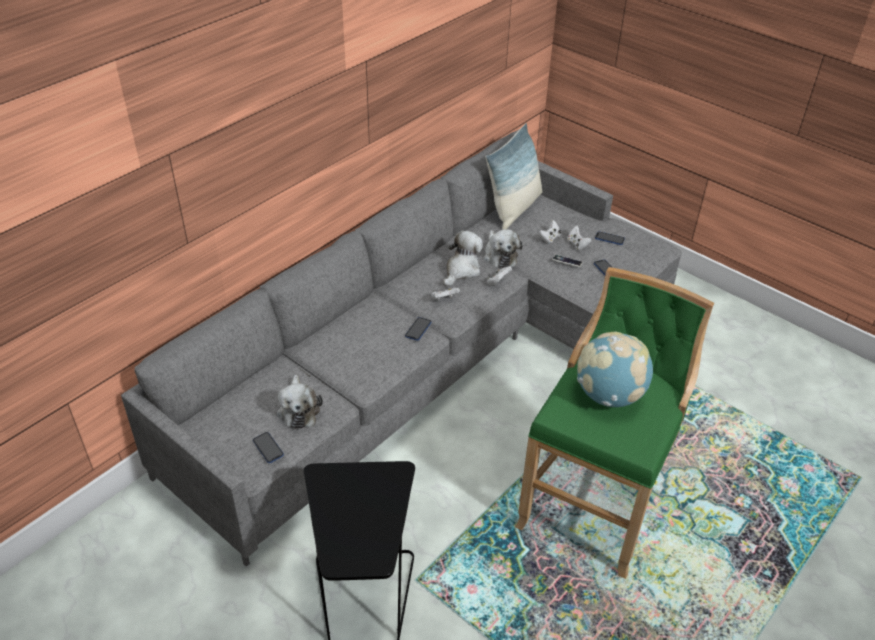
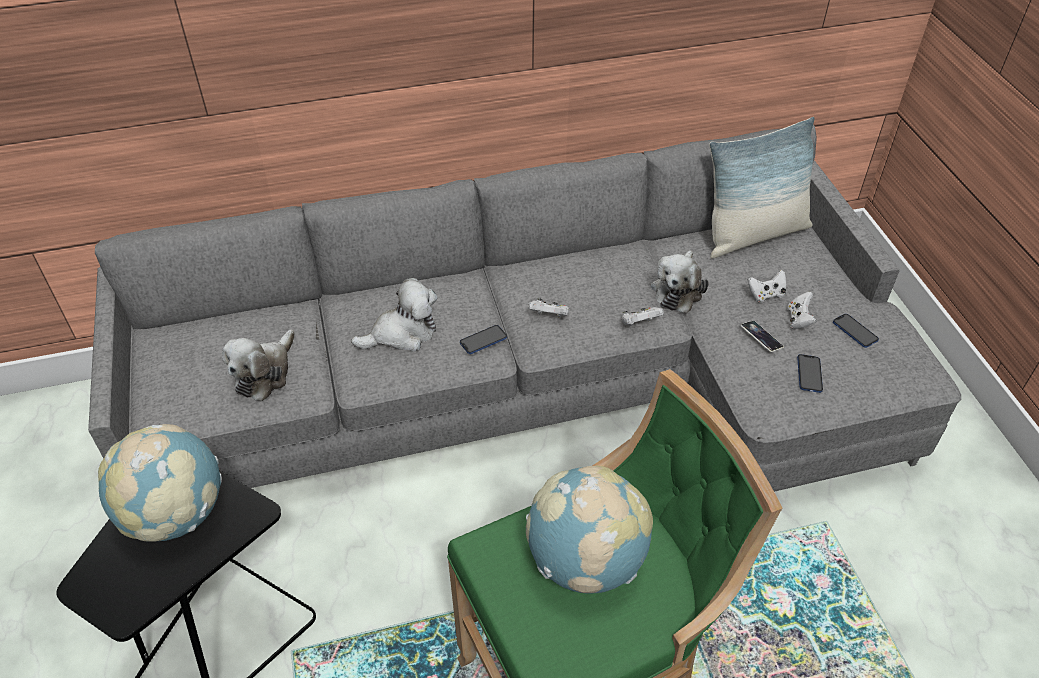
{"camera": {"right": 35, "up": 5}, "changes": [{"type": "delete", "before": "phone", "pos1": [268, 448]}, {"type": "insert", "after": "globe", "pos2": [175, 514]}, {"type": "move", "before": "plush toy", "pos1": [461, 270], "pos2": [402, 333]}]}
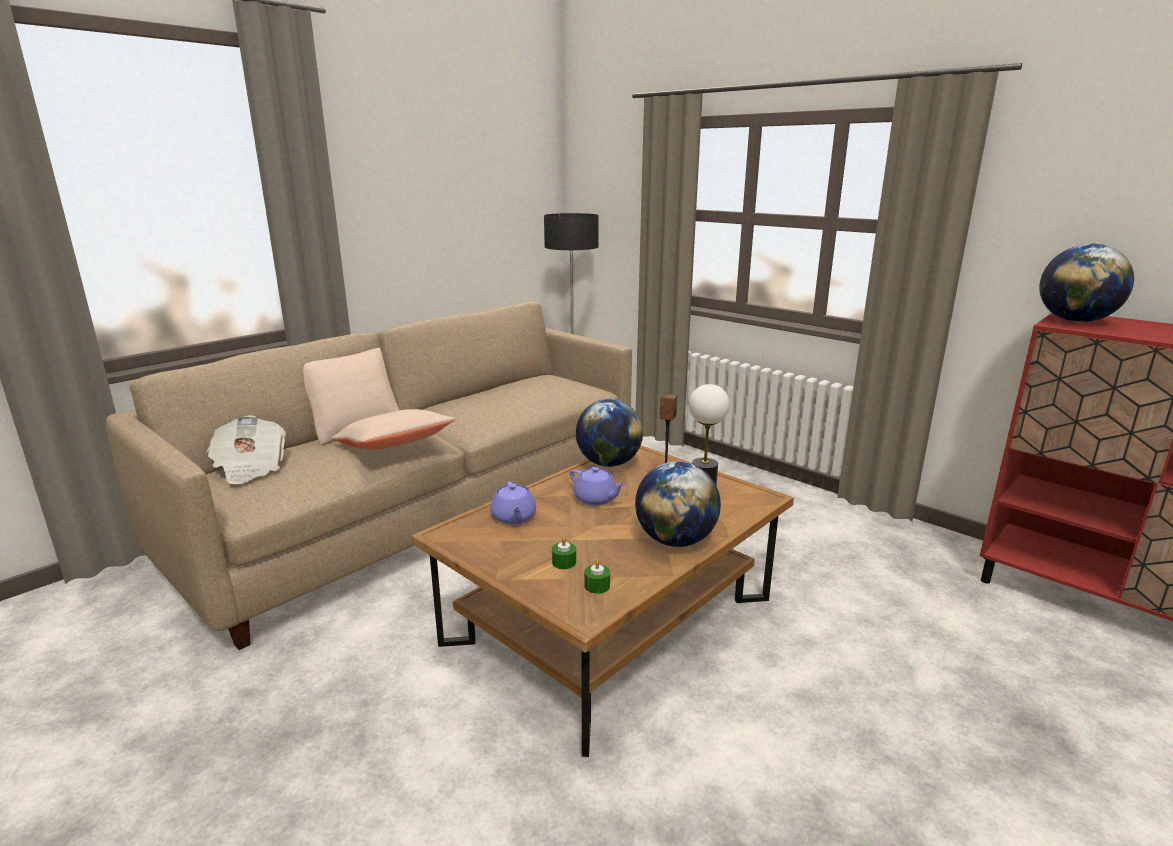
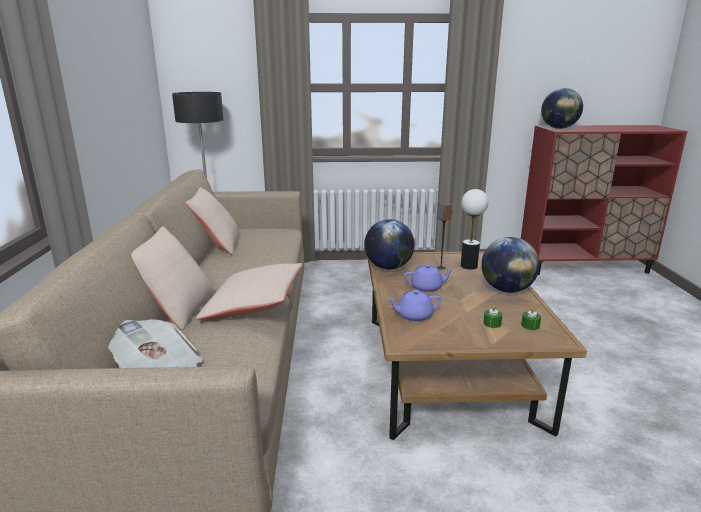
{"camera": {"right": -45, "up": 0}, "changes": [{"type": "insert", "after": "beige pillow", "pos2": [217, 244]}, {"type": "rotate", "before": "purple teapot", "pos1": [513, 517], "pos2": [413, 315], "turn": 135}]}
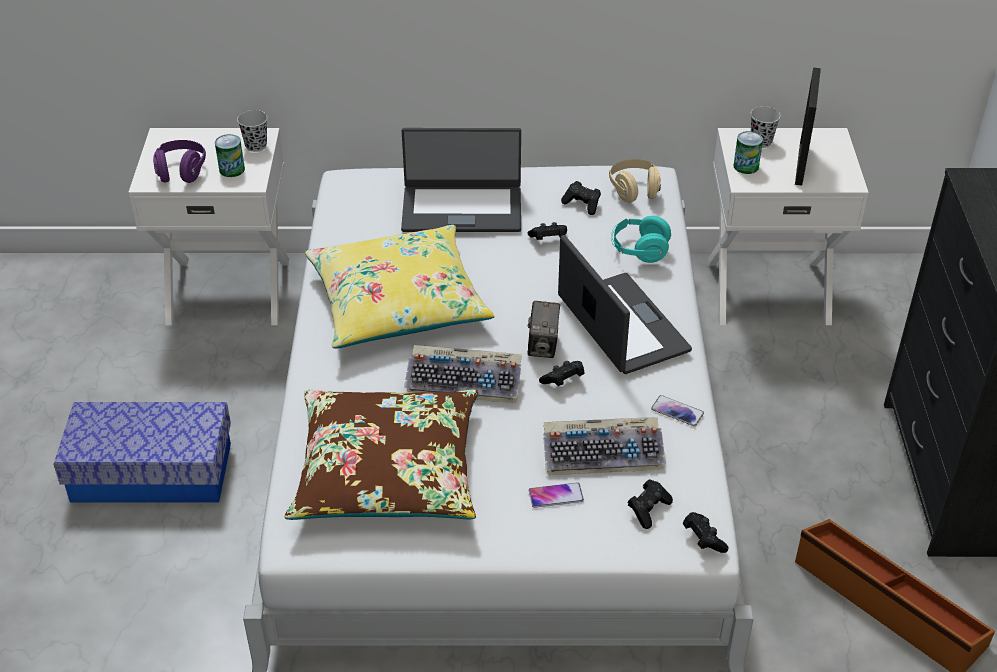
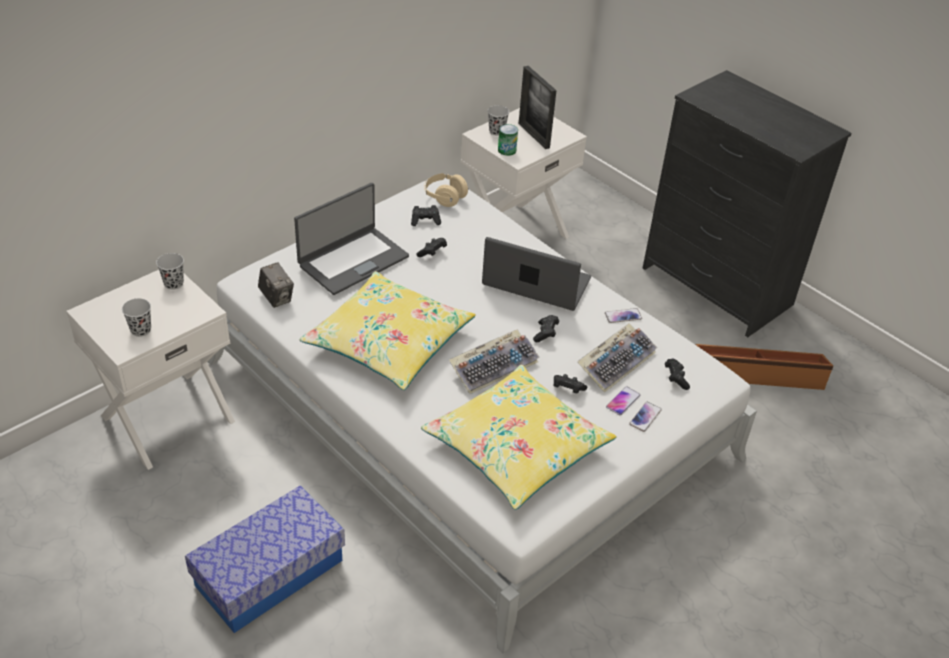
{"camera": {"right": -45, "up": 0}, "changes": [{"type": "delete", "before": "can", "pos1": [232, 169]}, {"type": "delete", "before": "turquoise headphones", "pos1": [639, 251]}, {"type": "insert", "after": "phone", "pos2": [645, 417]}, {"type": "move", "before": "photo camera", "pos1": [543, 346], "pos2": [276, 298]}, {"type": "move", "before": "black game controller", "pos1": [703, 539], "pos2": [567, 389]}, {"type": "replace", "before": "purple headphones", "after": "black cup", "pos1": [181, 172], "pos2": [141, 330]}, {"type": "recolor", "before": "brown pillow", "after": "yellow pillow", "pos1": [387, 471], "pos2": [516, 447]}]}
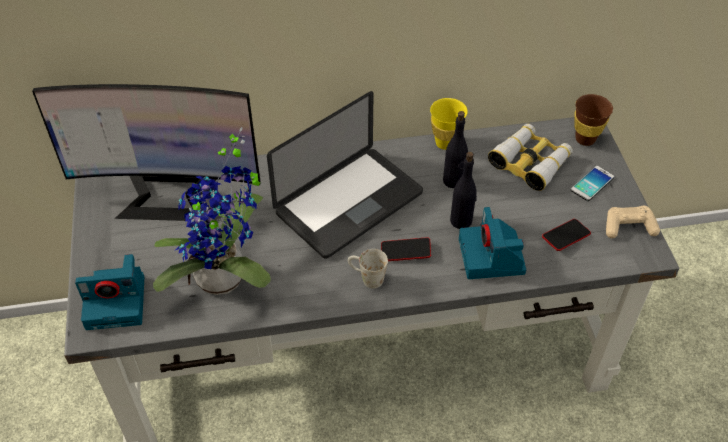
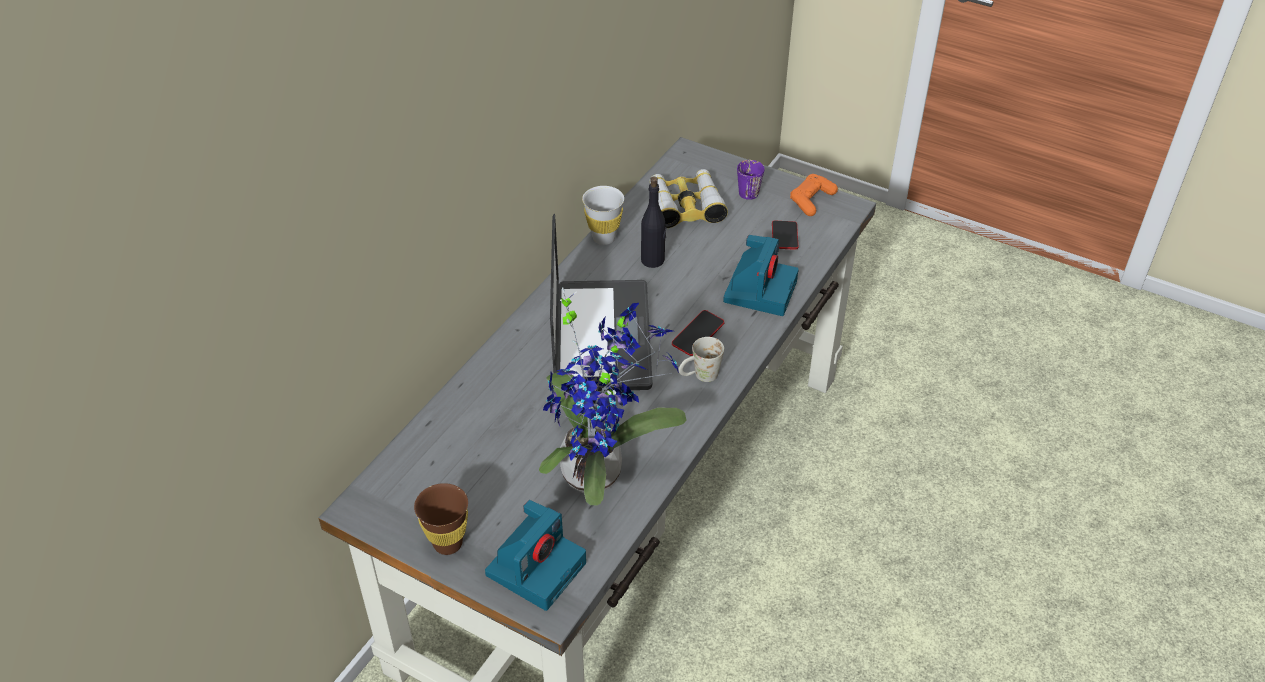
{"camera": {"right": -50, "up": -5}, "changes": [{"type": "delete", "before": "monitor", "pos1": [168, 196]}, {"type": "delete", "before": "black bottle", "pos1": [461, 221]}, {"type": "move", "before": "brown cup", "pos1": [585, 139], "pos2": [448, 543]}, {"type": "replace", "before": "phone", "after": "purple mug", "pos1": [592, 184], "pos2": [747, 189]}, {"type": "recolor", "before": "yellow cup", "after": "white cup", "pos1": [445, 143], "pos2": [604, 238]}, {"type": "recolor", "before": "beige game controller", "after": "orange game controller", "pos1": [628, 227], "pos2": [811, 200]}, {"type": "rotate", "before": "photo camera", "pos1": [492, 257], "pos2": [760, 290], "turn": -105}]}
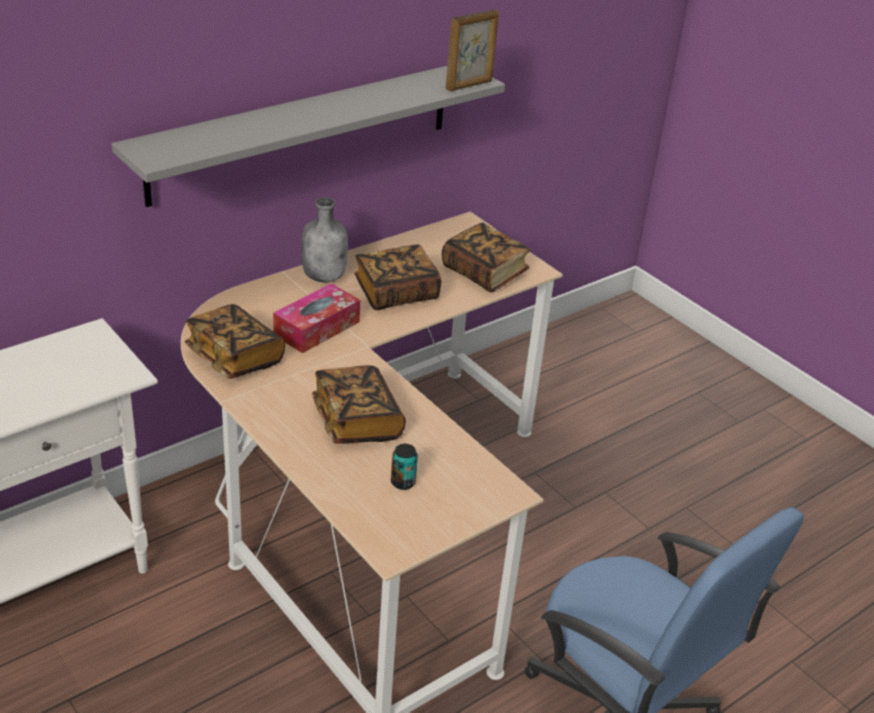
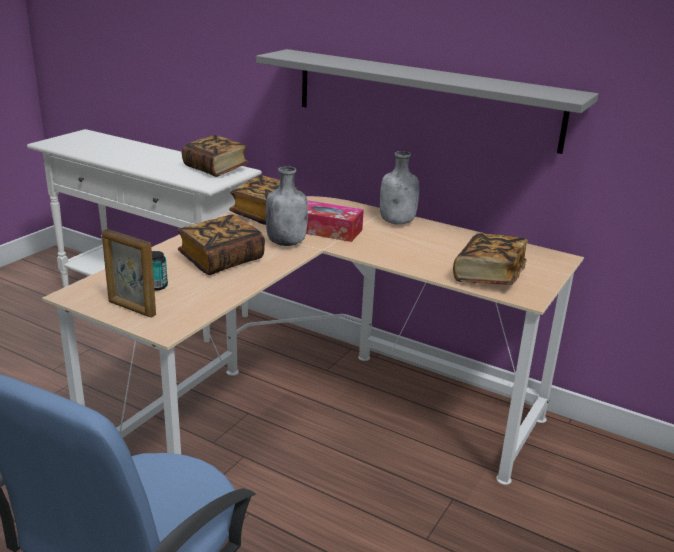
{"camera": {"right": 70, "up": -10}, "changes": [{"type": "insert", "after": "grey bottle", "pos2": [286, 242]}, {"type": "move", "before": "book", "pos1": [396, 293], "pos2": [215, 169]}, {"type": "move", "before": "picture frame", "pos1": [469, 85], "pos2": [131, 309]}]}
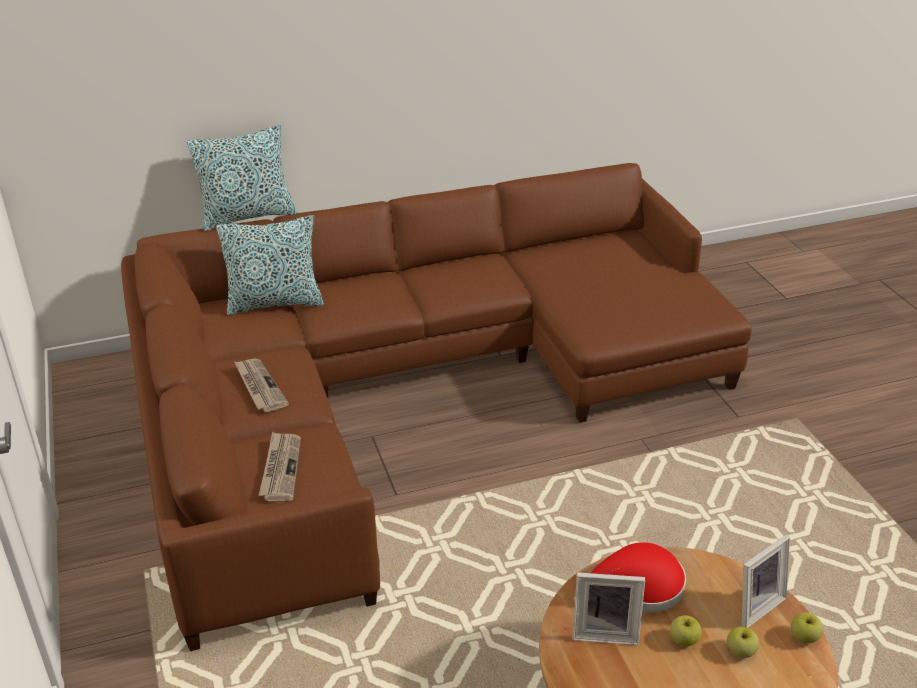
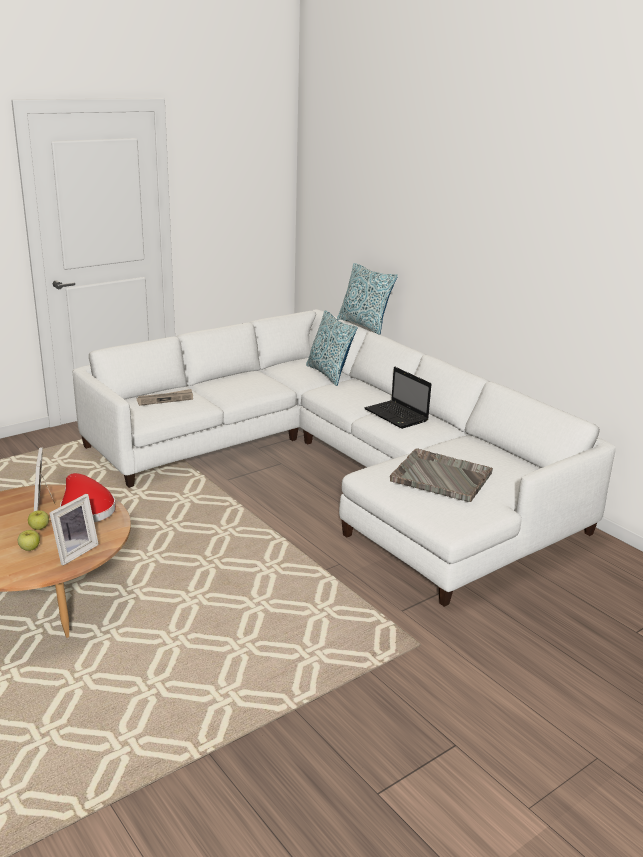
{"camera": {"right": 70, "up": -10}, "changes": [{"type": "delete", "before": "newspaper", "pos1": [259, 387]}, {"type": "delete", "before": "apple", "pos1": [804, 637]}, {"type": "insert", "after": "laptop", "pos2": [397, 416]}, {"type": "insert", "after": "grey tray", "pos2": [440, 476]}, {"type": "recolor", "before": "brown sofa", "after": "white sofa", "pos1": [410, 389], "pos2": [338, 467]}, {"type": "rotate", "before": "picture frame", "pos1": [754, 605], "pos2": [74, 552], "turn": -90}]}
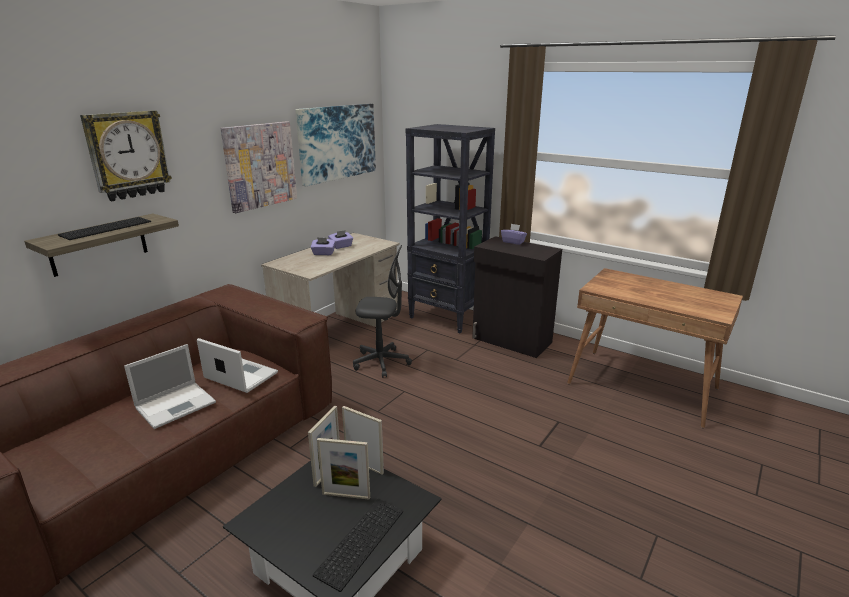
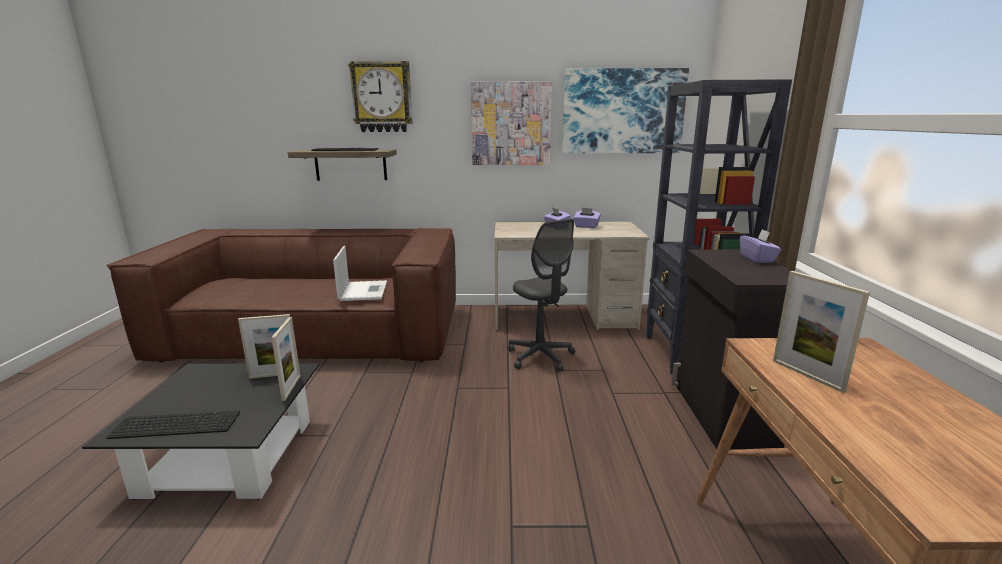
{"camera": {"right": 55, "up": -5}, "changes": [{"type": "delete", "before": "laptop", "pos1": [177, 404]}, {"type": "move", "before": "picture frame", "pos1": [346, 495], "pos2": [807, 375]}]}
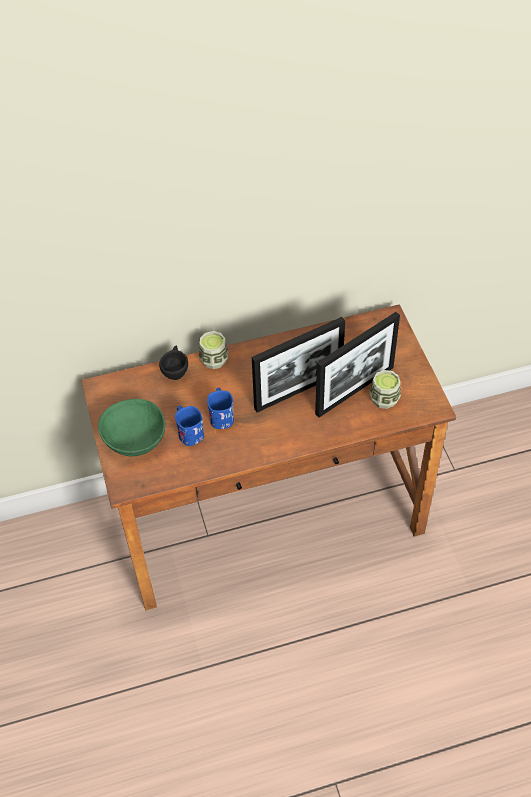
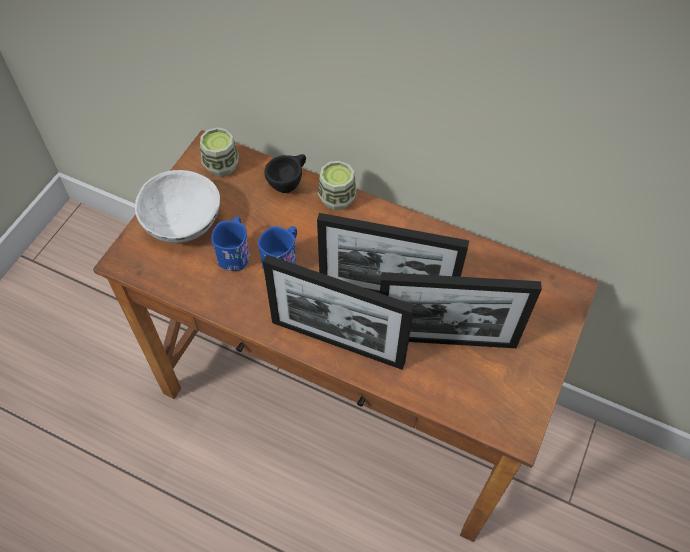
{"camera": {"right": 40, "up": 5}, "changes": [{"type": "insert", "after": "picture frame", "pos2": [337, 342]}, {"type": "move", "before": "cup", "pos1": [384, 399], "pos2": [221, 165]}, {"type": "recolor", "before": "green bowl", "after": "white bowl", "pos1": [134, 439], "pos2": [181, 221]}]}
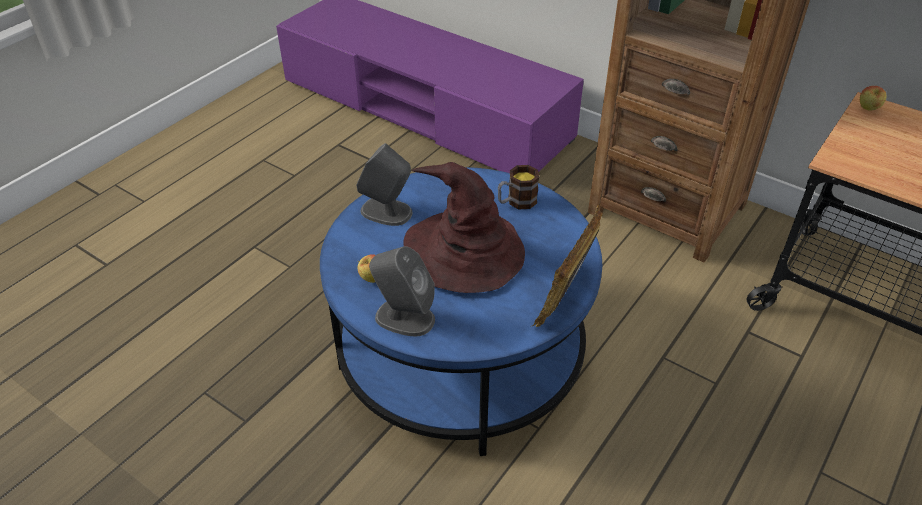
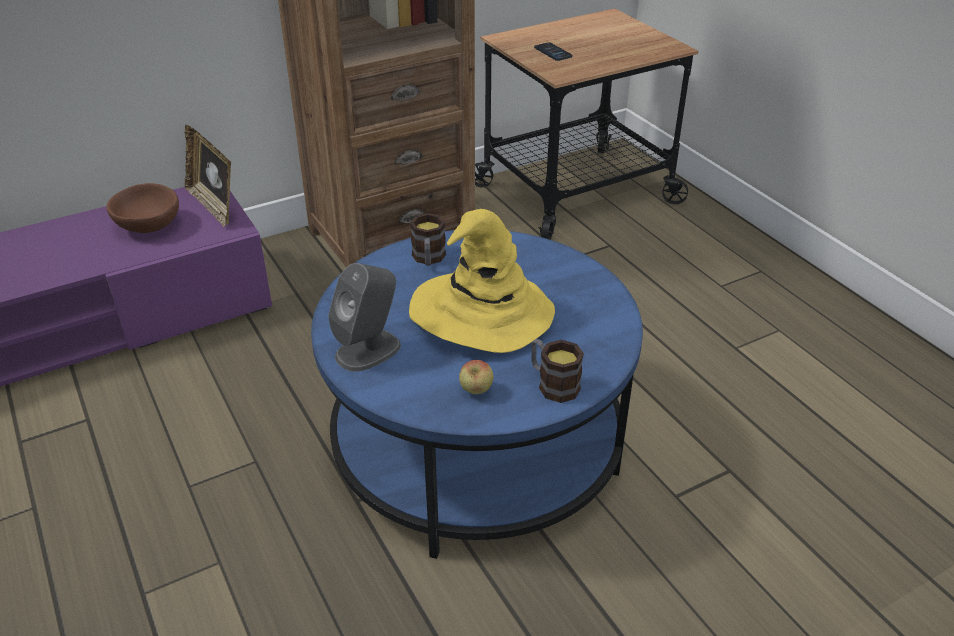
{"camera": {"right": -65, "up": -5}, "changes": [{"type": "delete", "before": "apple", "pos1": [868, 109]}, {"type": "insert", "after": "brown bowl", "pos2": [148, 226]}, {"type": "insert", "after": "phone", "pos2": [553, 52]}, {"type": "move", "before": "picture frame", "pos1": [565, 296], "pos2": [214, 206]}, {"type": "replace", "before": "grey speaker", "after": "mug", "pos1": [404, 318], "pos2": [552, 383]}, {"type": "recolor", "before": "brown hat", "after": "yellow hat", "pos1": [465, 252], "pos2": [480, 314]}]}
